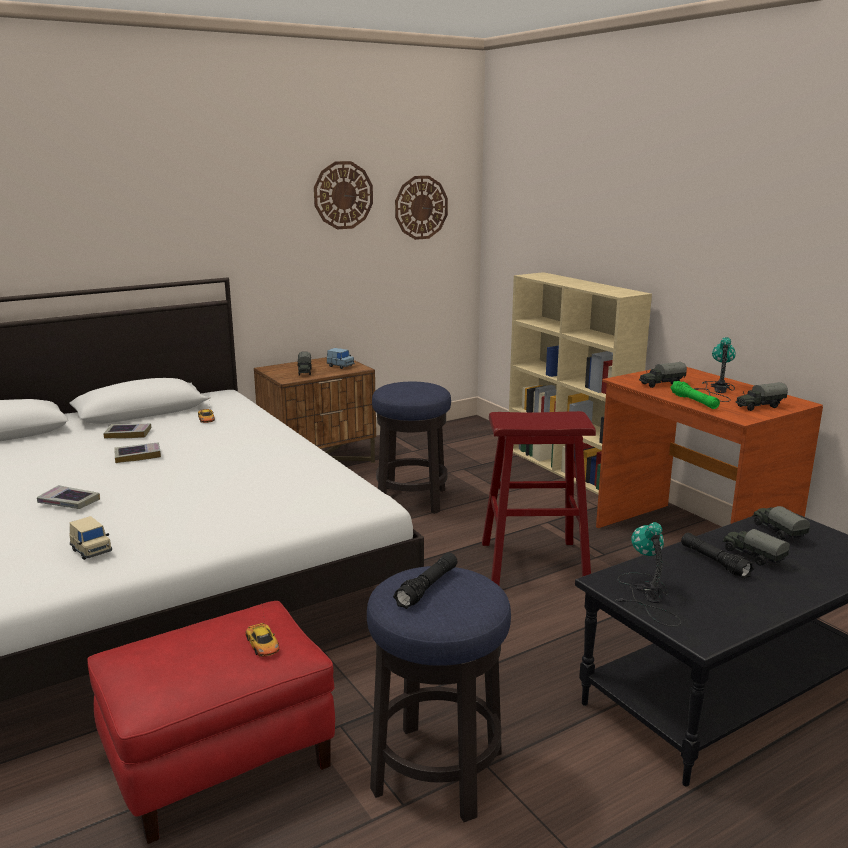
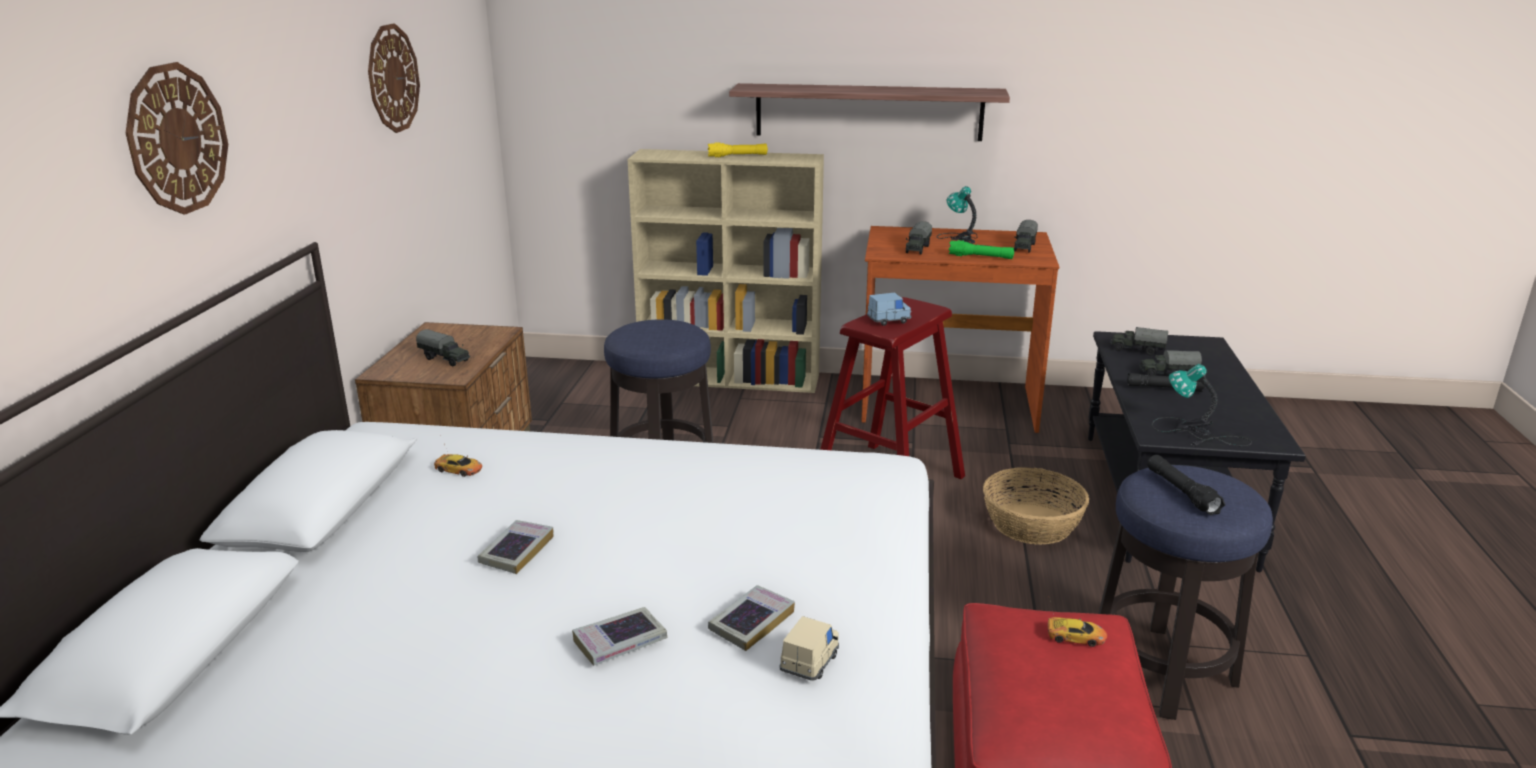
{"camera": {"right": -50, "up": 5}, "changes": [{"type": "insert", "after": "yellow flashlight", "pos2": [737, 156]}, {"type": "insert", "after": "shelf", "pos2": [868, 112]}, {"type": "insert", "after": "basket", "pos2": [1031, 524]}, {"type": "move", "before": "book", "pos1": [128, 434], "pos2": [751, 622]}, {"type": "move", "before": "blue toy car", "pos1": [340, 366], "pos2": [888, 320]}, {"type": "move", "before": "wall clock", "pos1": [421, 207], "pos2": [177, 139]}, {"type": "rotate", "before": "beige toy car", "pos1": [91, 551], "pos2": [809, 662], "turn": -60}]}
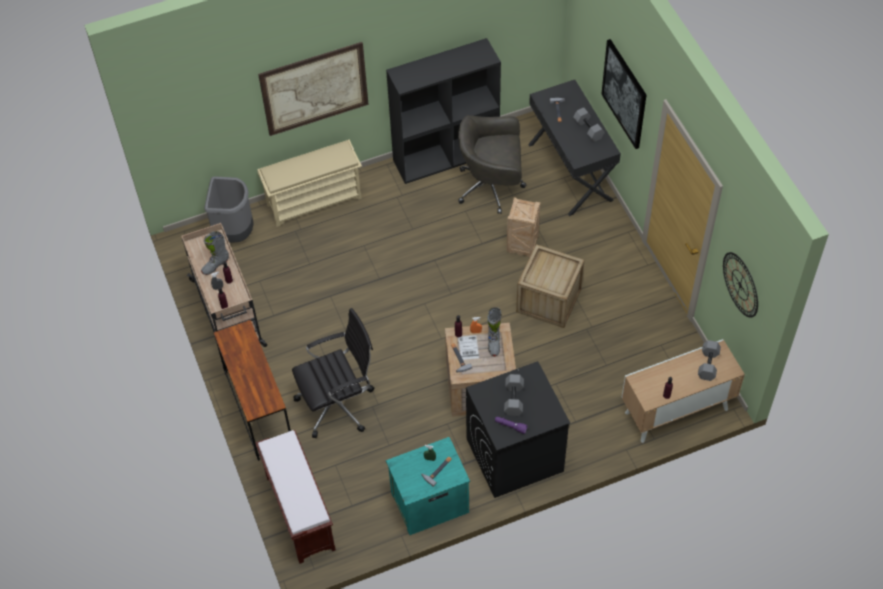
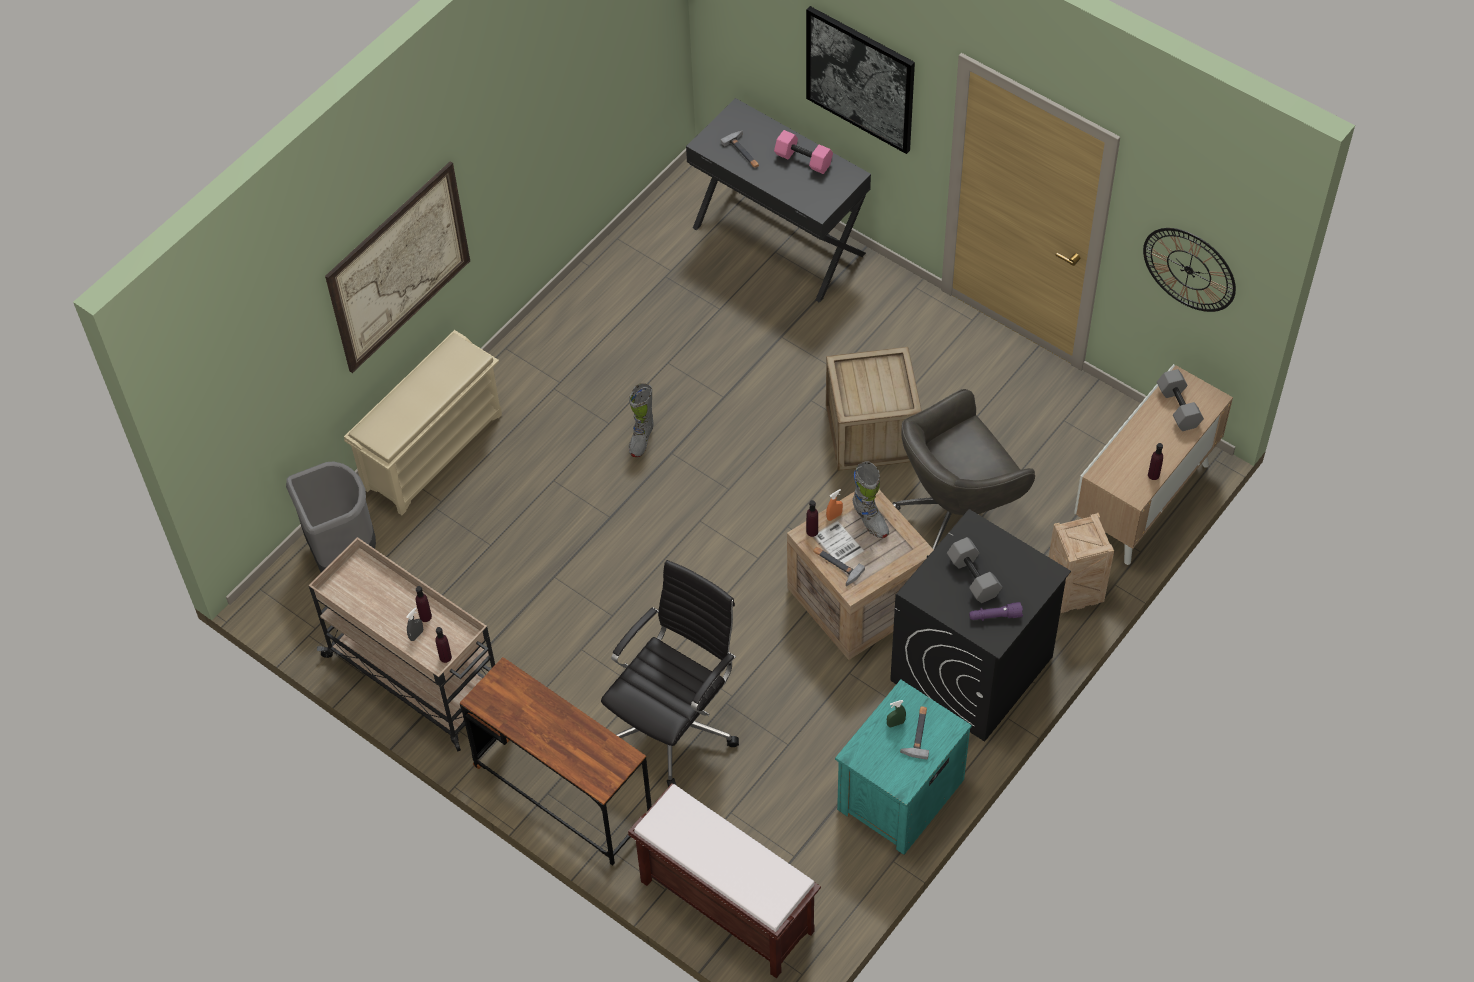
{"camera": {"right": -30, "up": 0}, "changes": [{"type": "delete", "before": "black bookcase", "pos1": [446, 155]}, {"type": "move", "before": "grey boot", "pos1": [215, 265], "pos2": [641, 439]}, {"type": "move", "before": "grey office chair", "pos1": [491, 186], "pos2": [957, 514]}, {"type": "move", "before": "crate", "pos1": [523, 246], "pos2": [1074, 591]}, {"type": "recolor", "before": "grey dumbbell", "after": "pink dumbbell", "pos1": [587, 129], "pos2": [802, 160]}]}
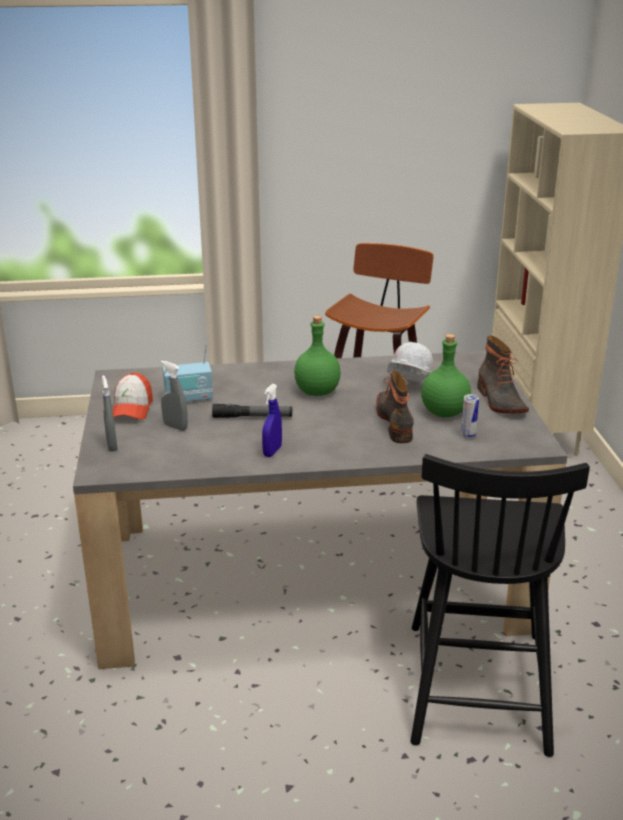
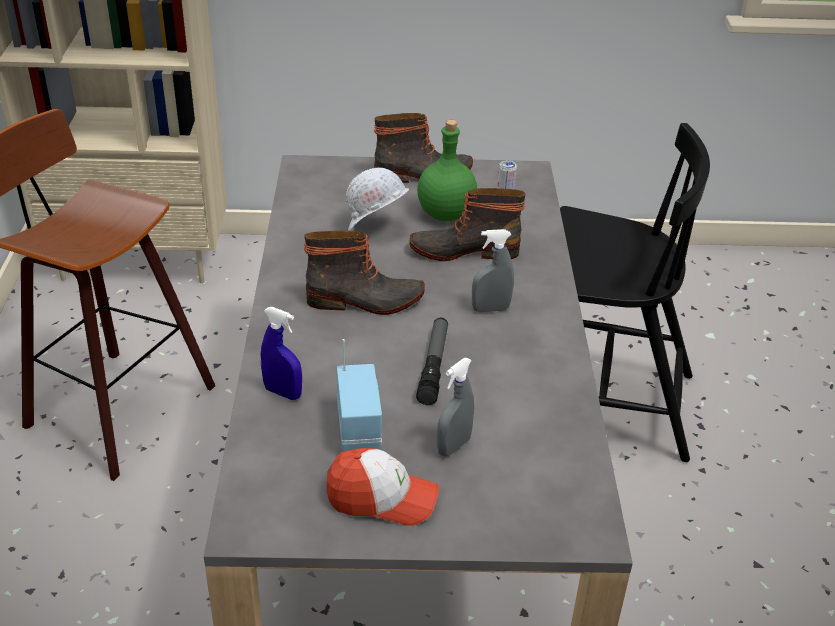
{"camera": {"right": -85, "up": 10}, "changes": [{"type": "move", "before": "grey spray bottle", "pos1": [112, 445], "pos2": [490, 309]}, {"type": "move", "before": "blue spray bottle", "pos1": [272, 451], "pos2": [283, 392]}, {"type": "replace", "before": "green bottle", "after": "boot", "pos1": [317, 391], "pos2": [365, 301]}]}
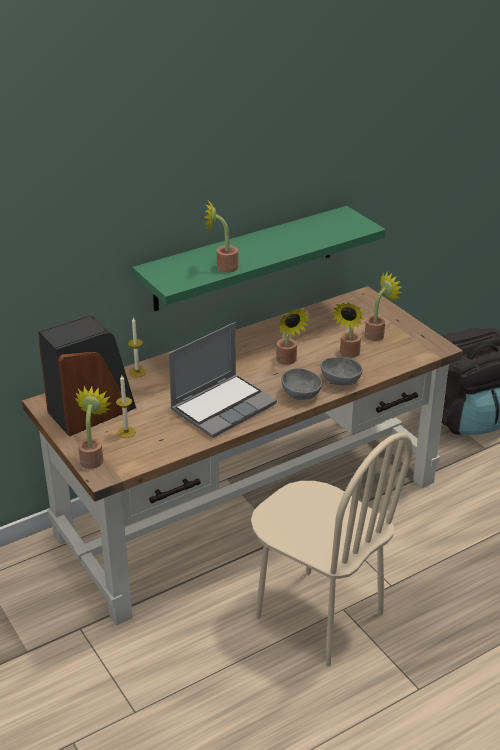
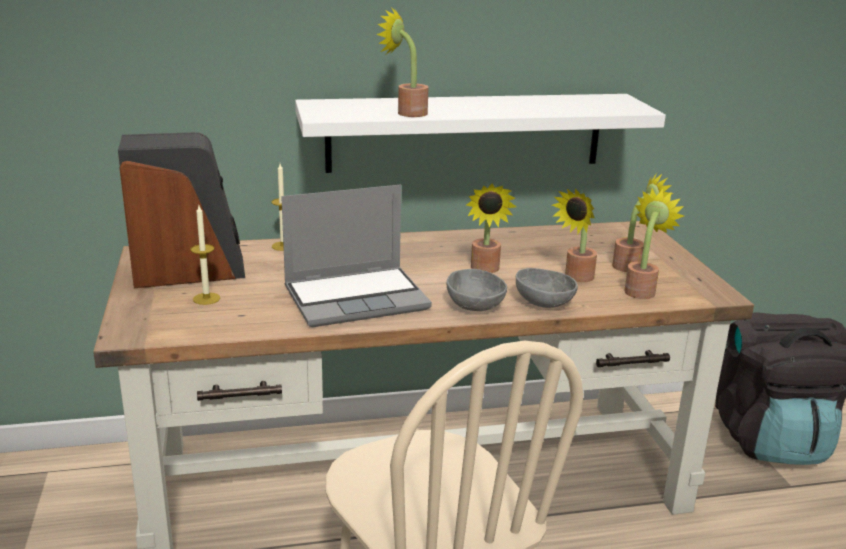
{"camera": {"right": 20, "up": -10}, "changes": [{"type": "move", "before": "potted plant", "pos1": [93, 458], "pos2": [641, 290]}, {"type": "recolor", "before": "green shelf", "after": "white shelf", "pos1": [245, 258], "pos2": [465, 132]}]}
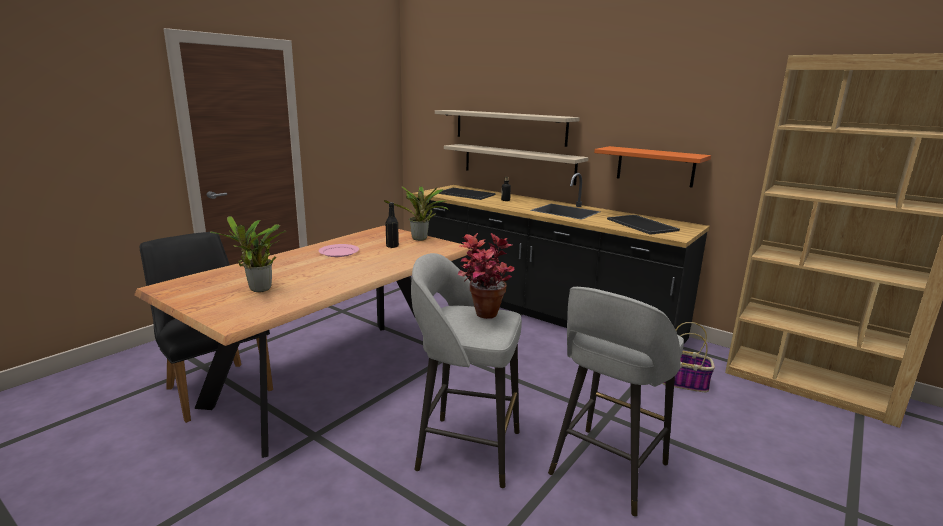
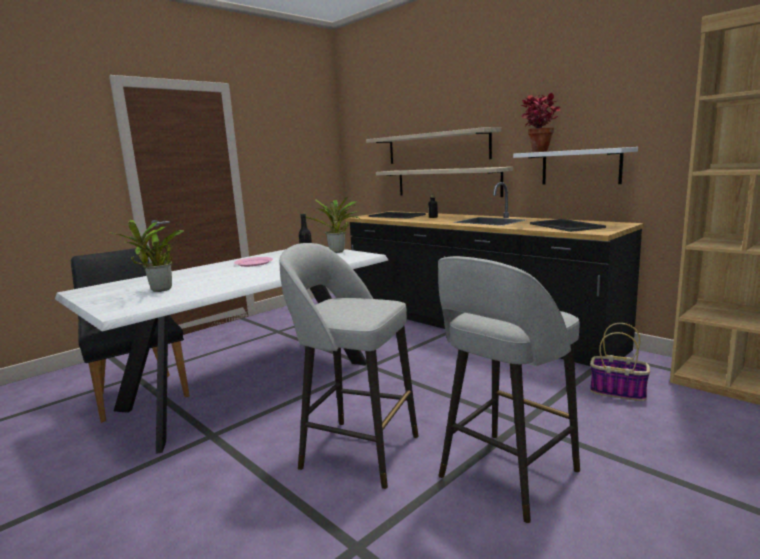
{"camera": {"right": 10, "up": -5}, "changes": [{"type": "move", "before": "potted plant", "pos1": [482, 318], "pos2": [538, 151]}, {"type": "recolor", "before": "brown dining table", "after": "white dining table", "pos1": [335, 376], "pos2": [250, 385]}, {"type": "recolor", "before": "orange shelf", "after": "white shelf", "pos1": [655, 166], "pos2": [580, 167]}]}
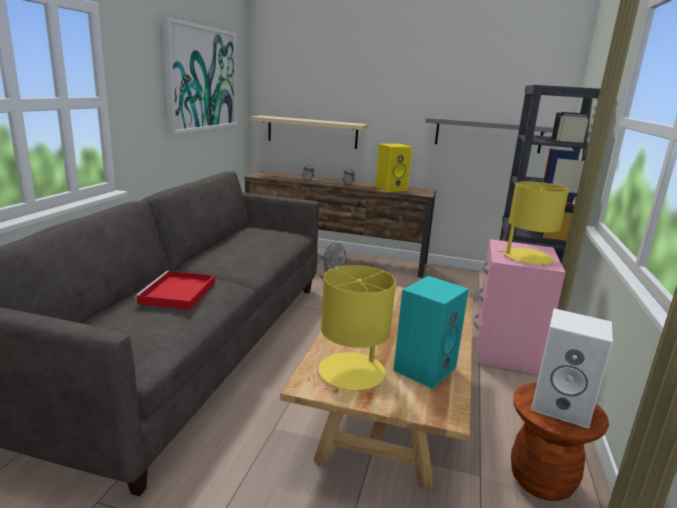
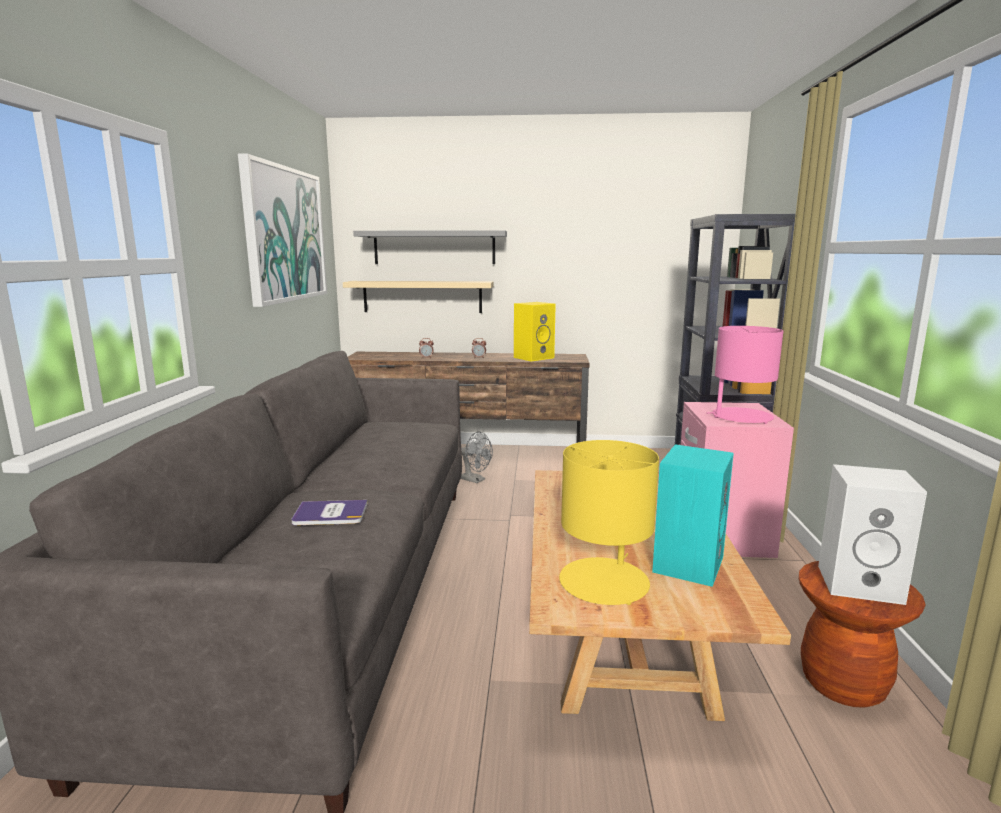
{"camera": {"right": -10, "up": -5}, "changes": [{"type": "move", "before": "grey shelf", "pos1": [488, 135], "pos2": [434, 247]}, {"type": "replace", "before": "red tray", "after": "book", "pos1": [178, 294], "pos2": [330, 514]}, {"type": "recolor", "before": "yellow table lamp", "after": "pink table lamp", "pos1": [527, 257], "pos2": [741, 417]}]}
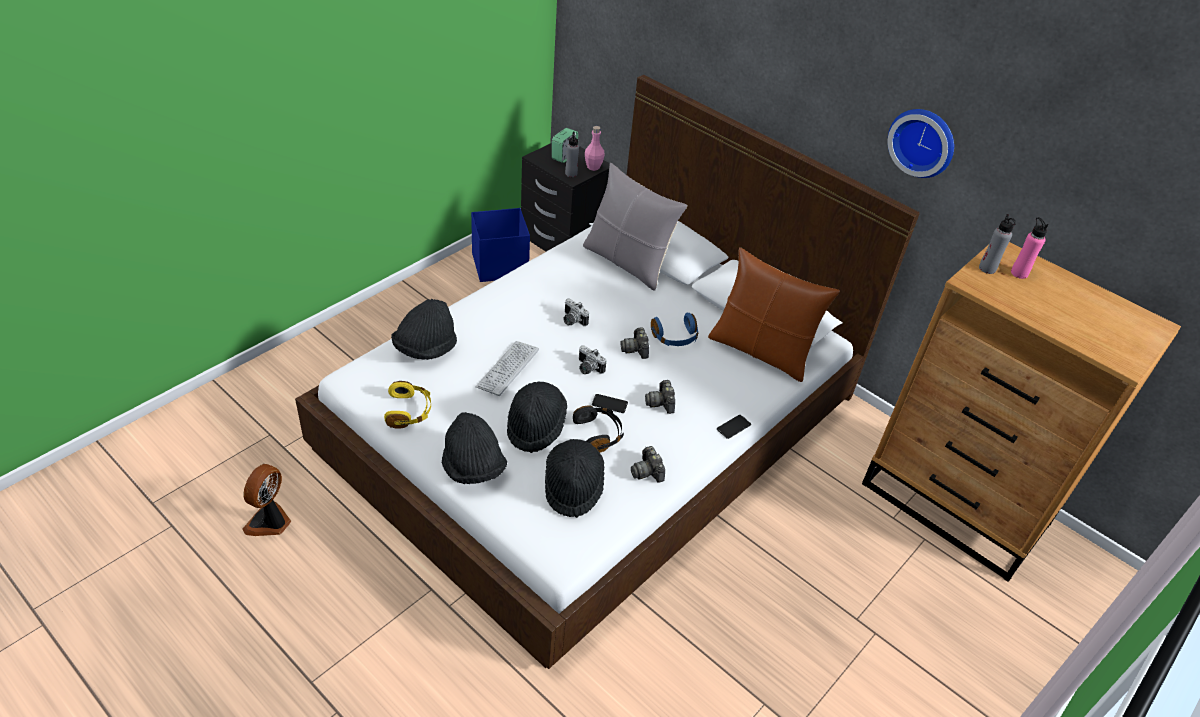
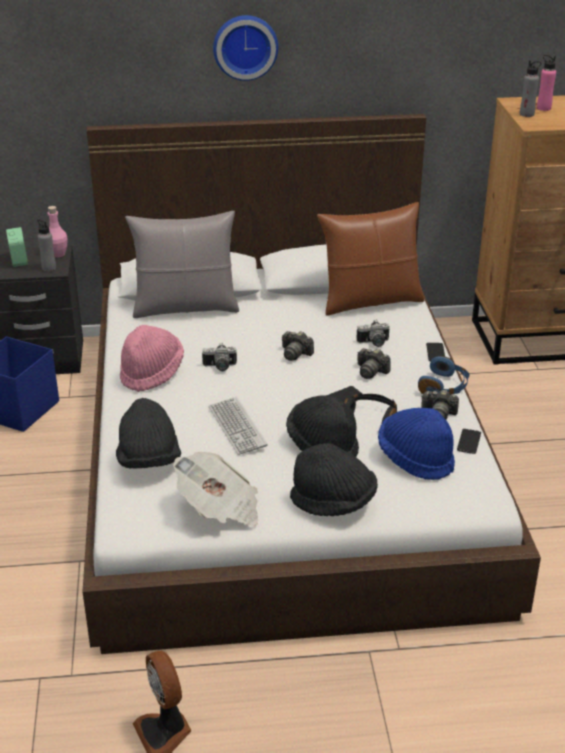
{"camera": {"right": -45, "up": -10}, "changes": [{"type": "insert", "after": "pink hat", "pos2": [151, 373]}, {"type": "insert", "after": "phone", "pos2": [469, 442]}, {"type": "move", "before": "photo camera", "pos1": [587, 368], "pos2": [374, 343]}, {"type": "move", "before": "blue headphones", "pos1": [675, 338], "pos2": [444, 387]}, {"type": "move", "before": "wall clock", "pos1": [923, 141], "pos2": [245, 46]}, {"type": "replace", "before": "yellow headphones", "after": "newspaper", "pos1": [409, 411], "pos2": [219, 508]}, {"type": "recolor", "before": "black hat", "after": "blue hat", "pos1": [573, 487], "pos2": [415, 459]}]}
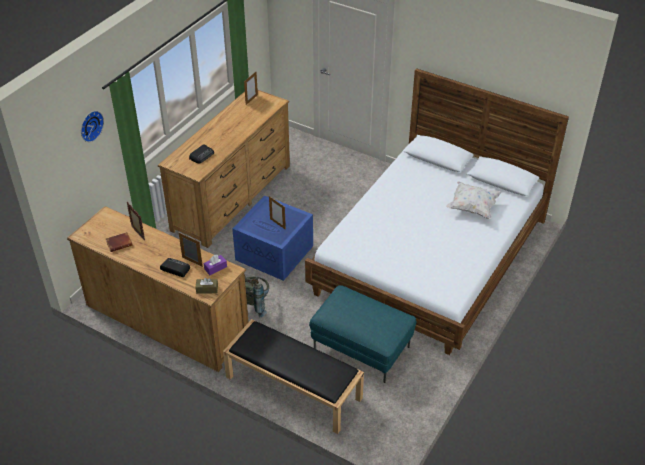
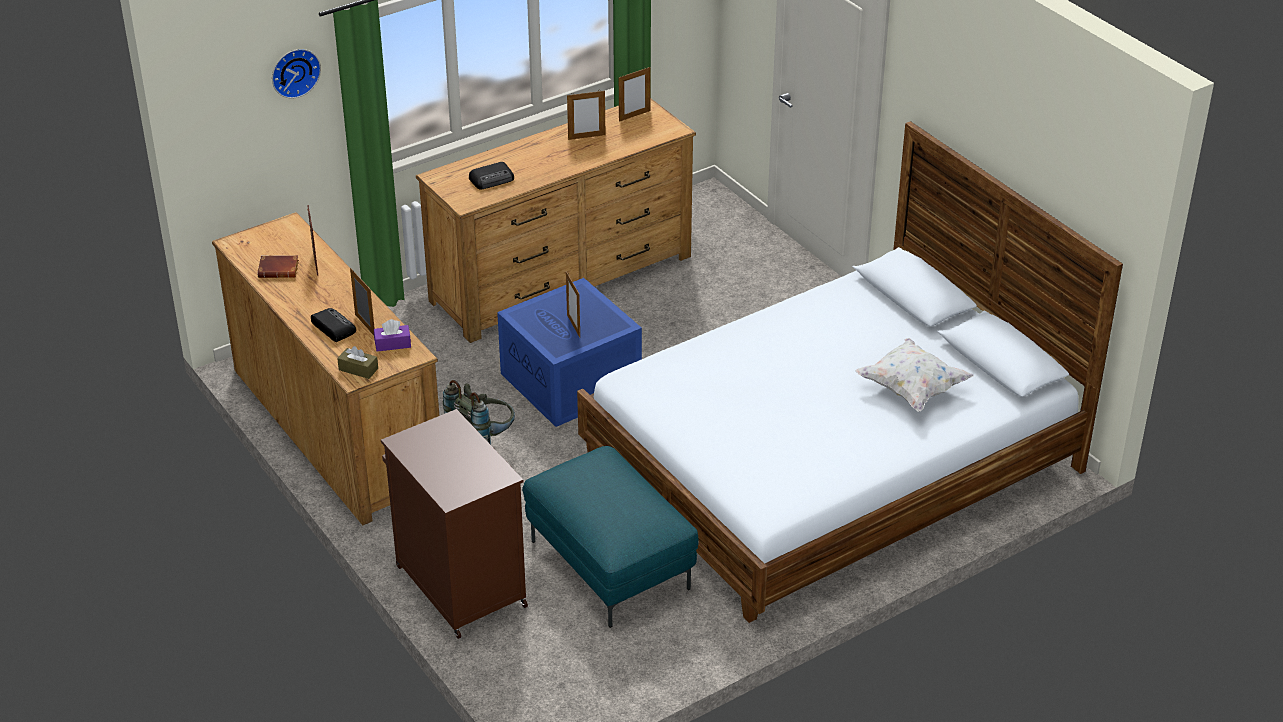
{"camera": {"right": 25, "up": -5}, "changes": [{"type": "insert", "after": "picture frame", "pos2": [586, 137]}, {"type": "replace", "before": "black bench", "after": "brown cabinet", "pos1": [292, 387], "pos2": [459, 585]}]}
